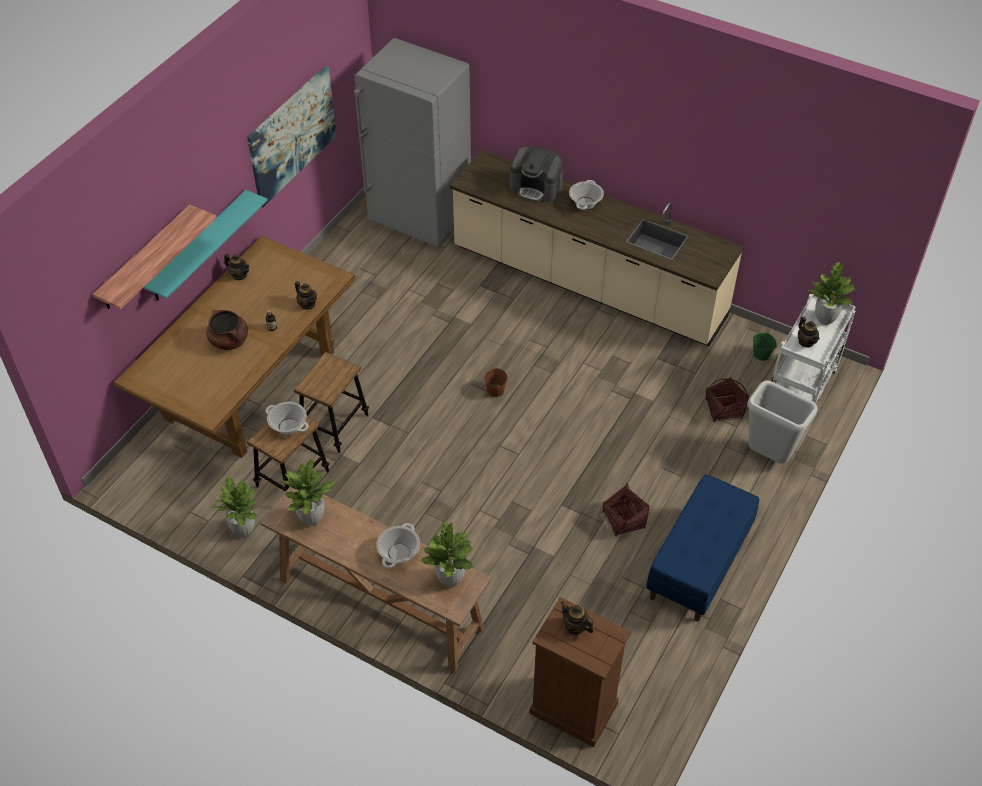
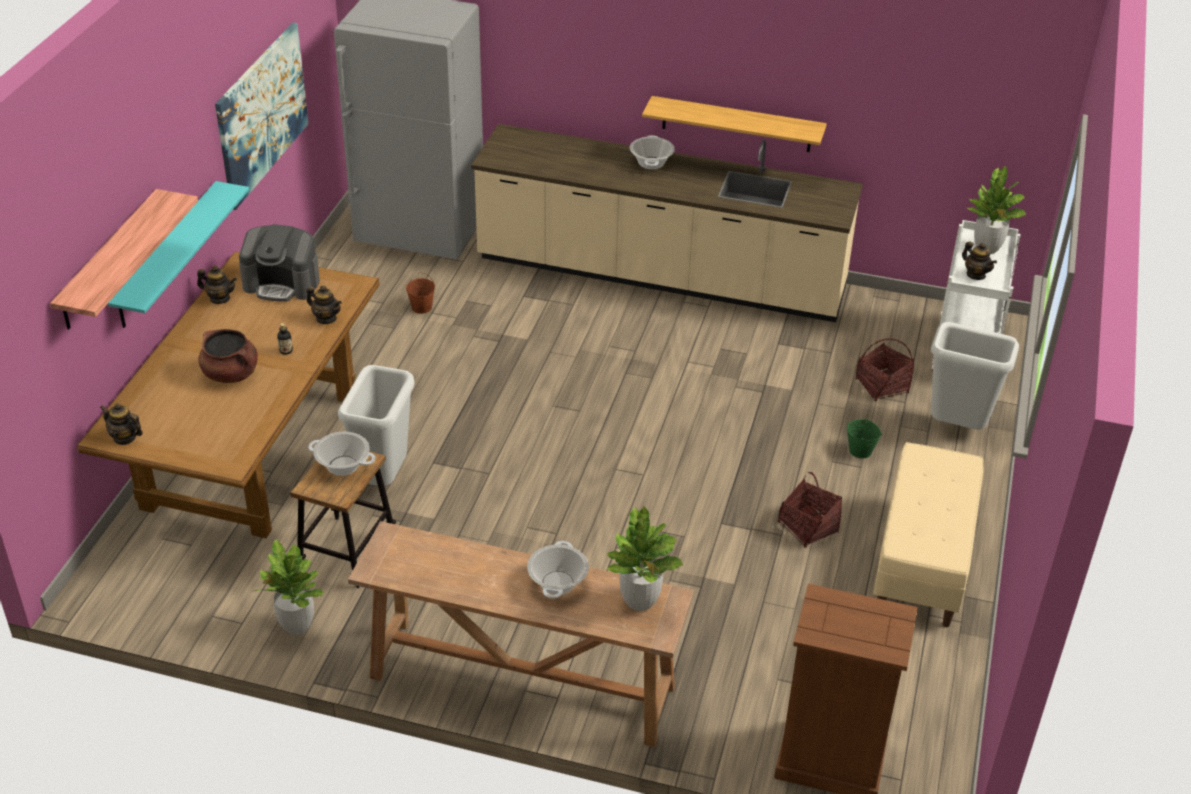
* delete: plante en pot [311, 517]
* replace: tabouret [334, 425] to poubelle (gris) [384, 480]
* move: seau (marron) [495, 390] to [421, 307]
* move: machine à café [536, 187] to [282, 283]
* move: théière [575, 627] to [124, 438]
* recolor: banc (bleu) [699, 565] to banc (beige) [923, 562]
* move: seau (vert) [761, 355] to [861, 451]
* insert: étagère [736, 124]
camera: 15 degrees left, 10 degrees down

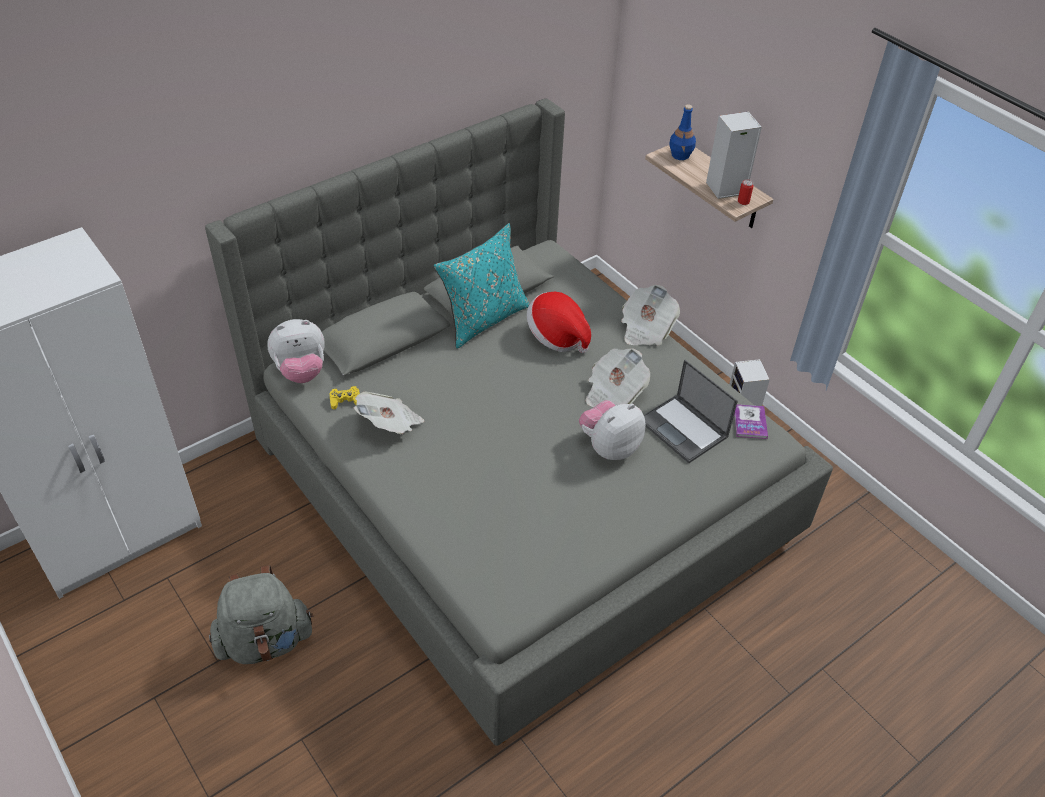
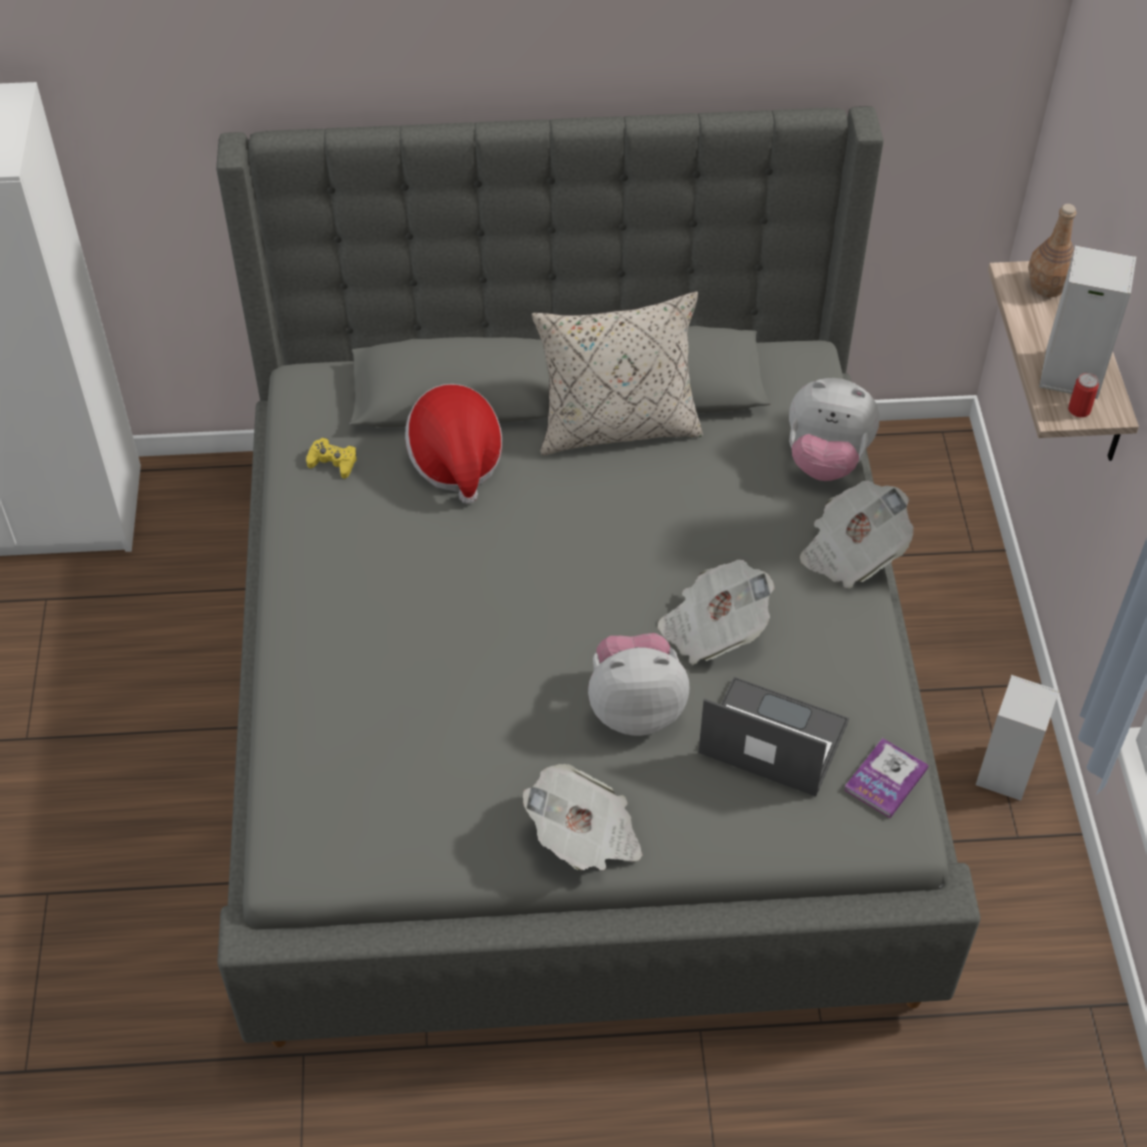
* delete: sac à dos (gris) [265, 641]
* move: peluche [301, 371] to [826, 460]
* move: journal [390, 424] to [585, 837]
* recolor: coussin (turquoise) [483, 319] to coussin (beige) [617, 427]
* move: chapeau [557, 336] to [456, 461]
* rotate: ordinateur portable [684, 429] = [771, 737] 120 degrees clockwise
* recolor: bouteille (bleu) [680, 155] to bouteille (marron) [1048, 286]
camera: 35 degrees right, 5 degrees up

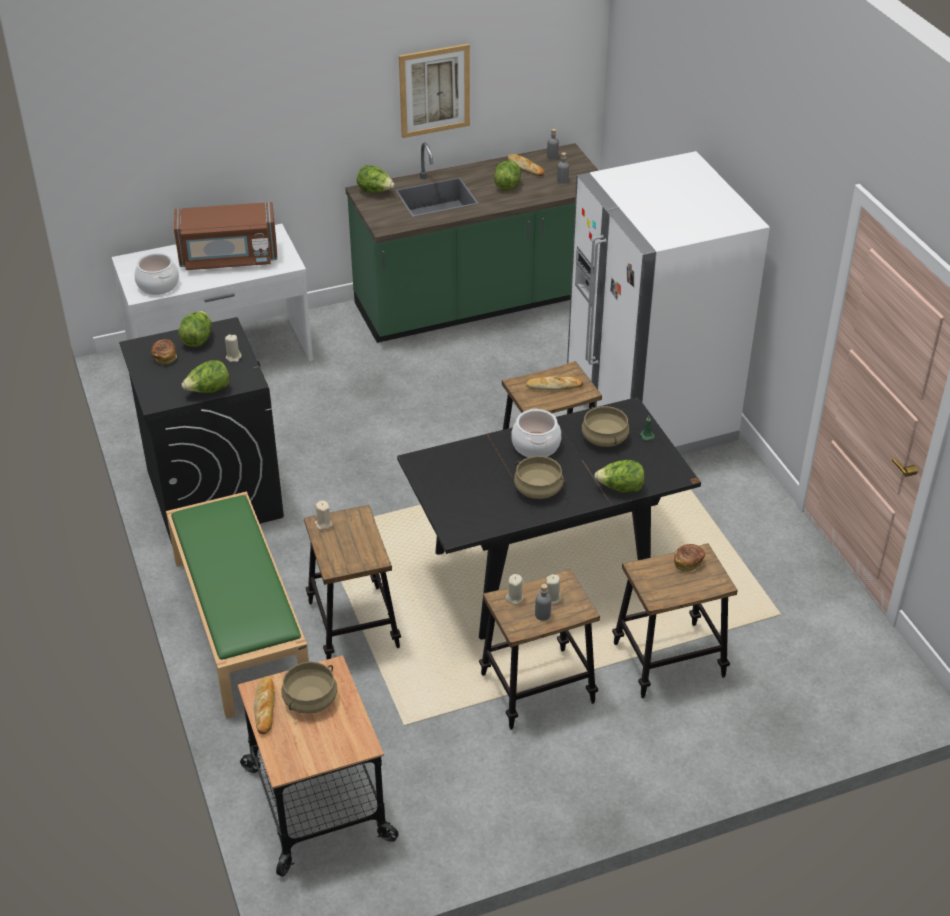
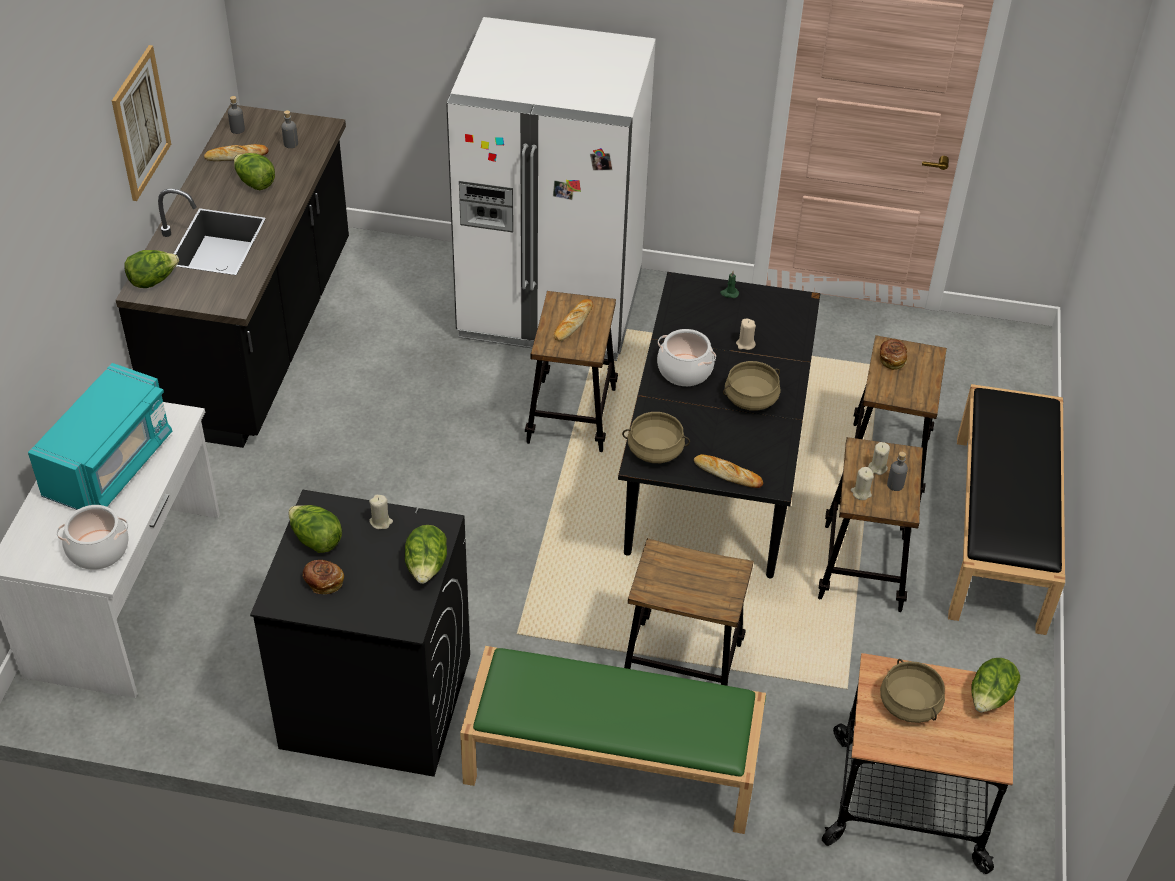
* recolor: micro-ondes (marron) [228, 258] to micro-ondes (turquoise) [110, 464]
* move: pain [265, 707] to [727, 474]
* move: bougie (beige) [323, 524] to [745, 344]
* recolor: comptoir de cuisine (vert) [479, 302] to comptoir de cuisine (noir) [258, 337]
* move: marmite (beige) [604, 438] to [655, 451]
* move: laitue [620, 488] to [990, 698]
* insert: banc (noir) [1000, 532]
camera: 60 degrees left, 5 degrees up

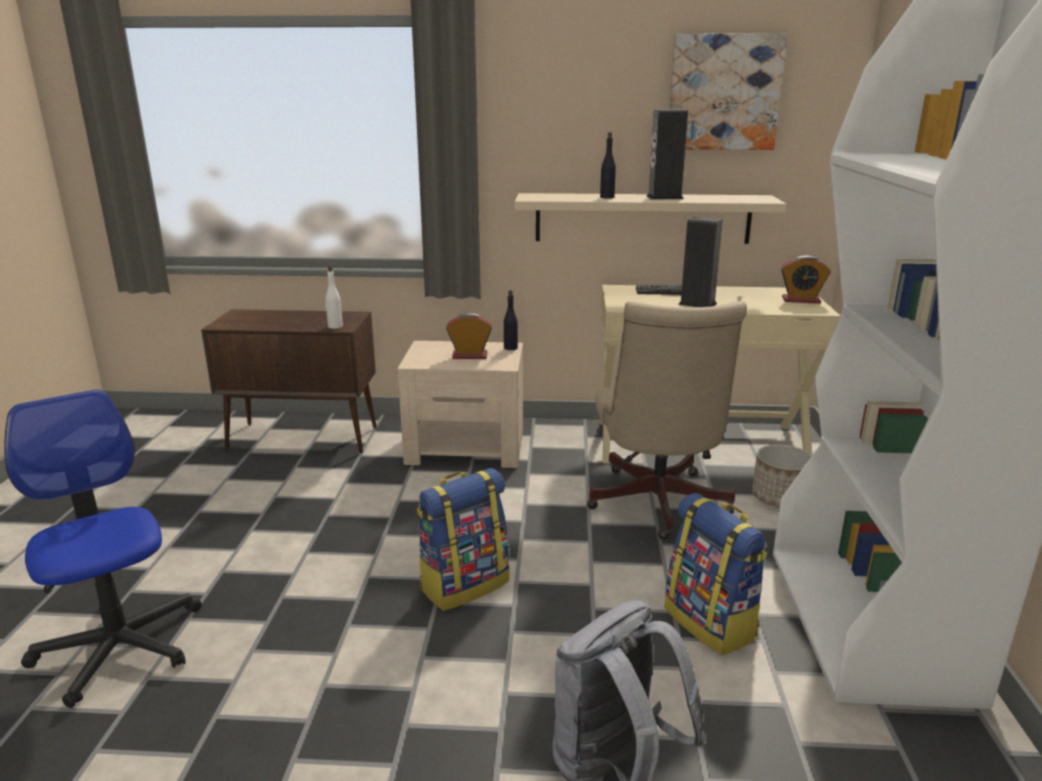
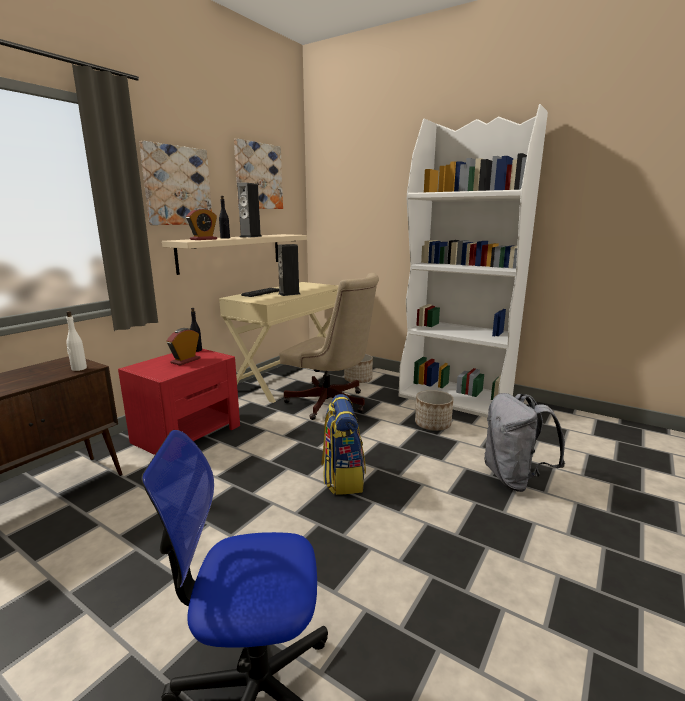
* recolor: table de chevet (beige) [466, 447] to table de chevet (rouge) [188, 433]
* replace: sac à dos [711, 623] to cache-pot [433, 424]
* move: réveil [801, 300] to [203, 239]
* insert: tableau [177, 186]
camera: 60 degrees left, 5 degrees down

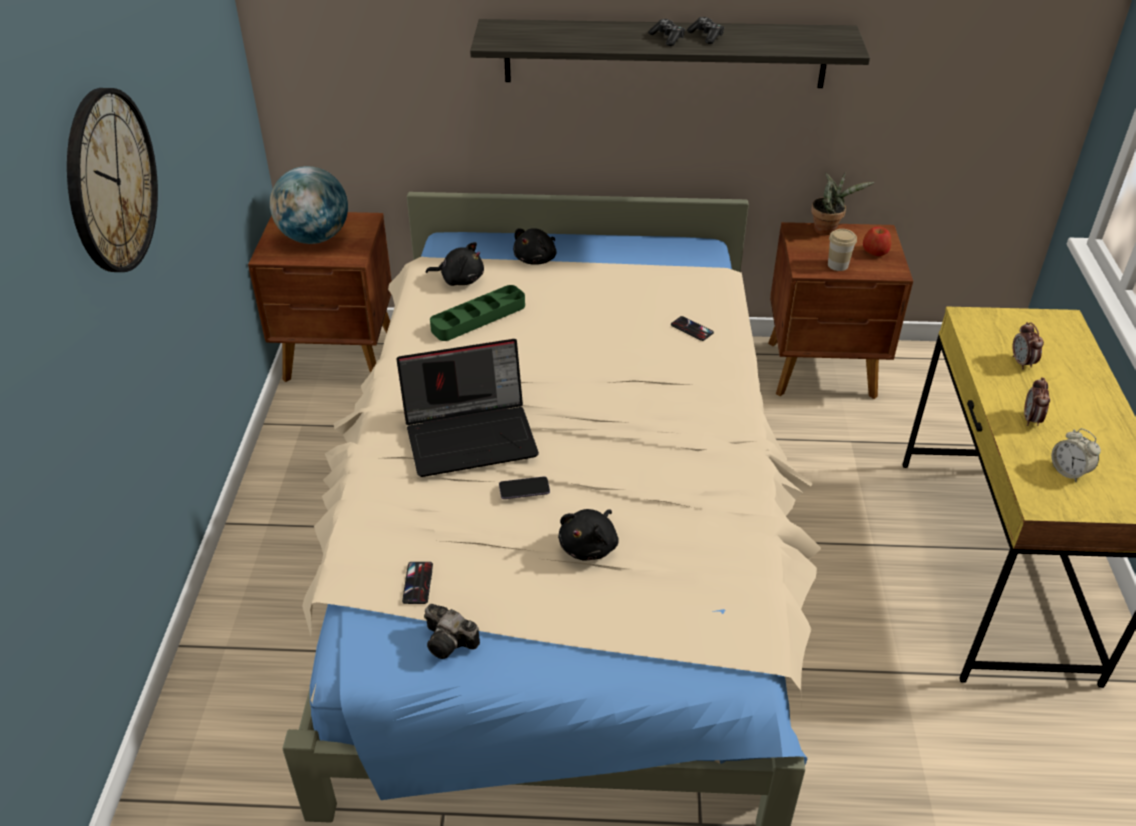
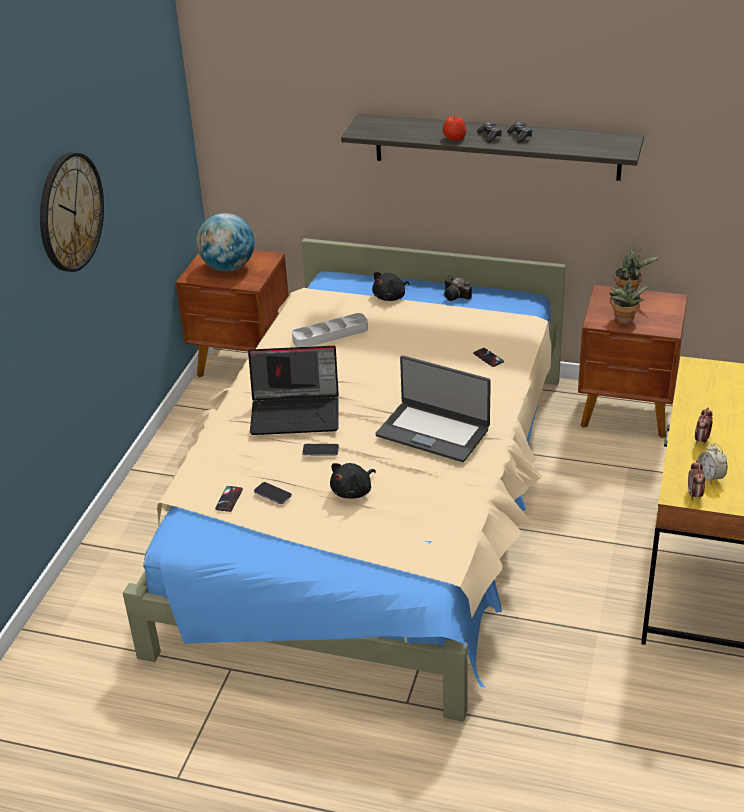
* move: appareil photo [451, 642] to [456, 296]
* delete: peluche (noir) [460, 279]
* recolor: plateau (vert) [478, 317] to plateau (gris) [330, 334]
* replace: tasse [837, 265] to plante en pot [624, 321]
* move: pomme [875, 251] to [454, 138]
* move: réveil [1022, 363] to [694, 495]
* insert: téléphone [272, 494]
* insert: ordinateur portable [433, 431]
camera: 15 degrees right, 5 degrees down

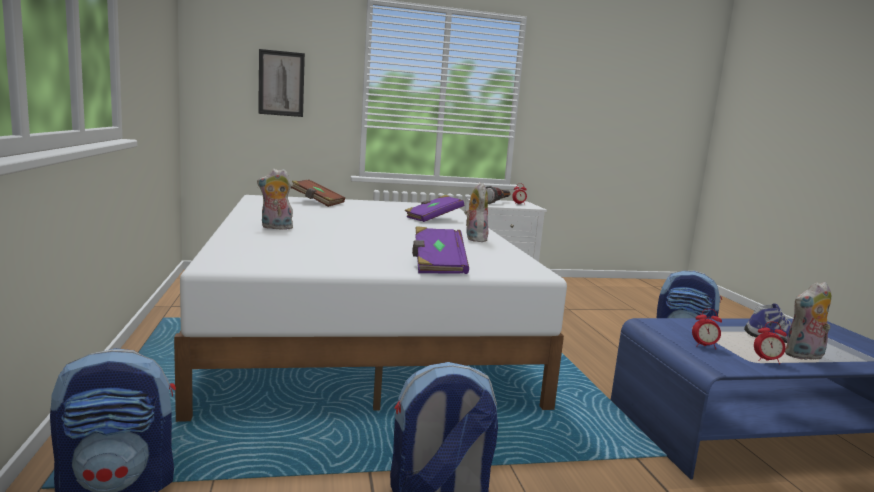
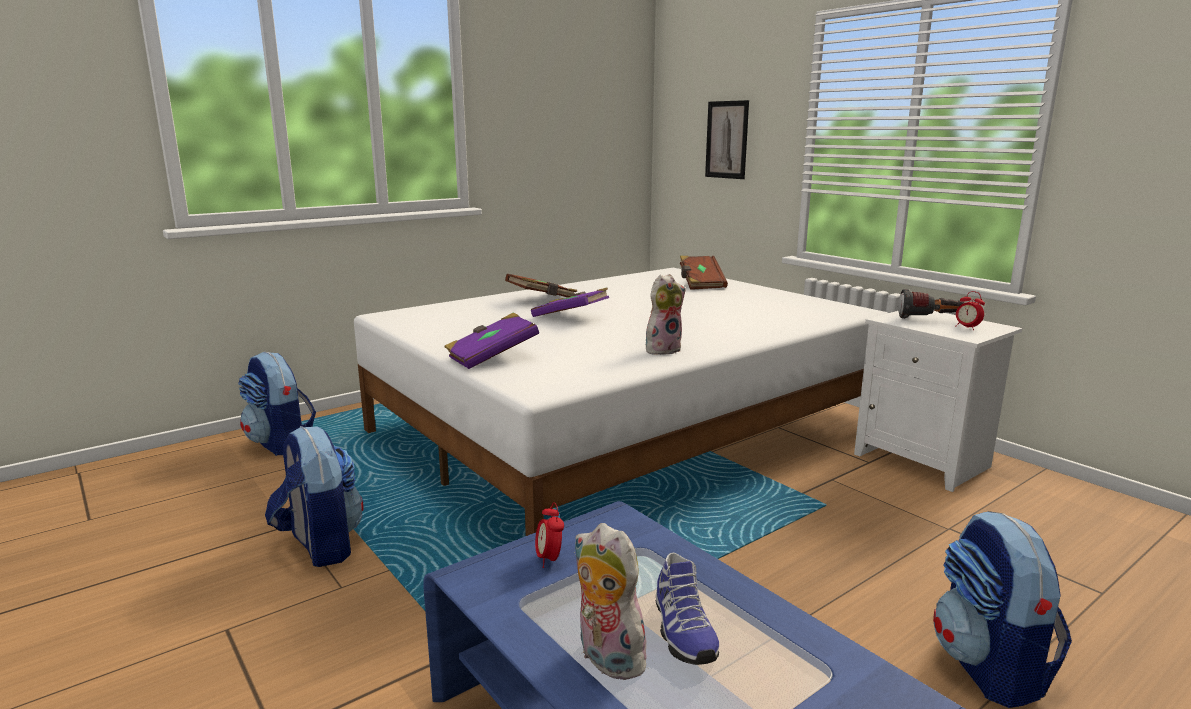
* replace: peluche [275, 228] to livre (marron) [542, 299]
* move: livre (violet) [433, 219] to [570, 317]
* delete: réveil [767, 360]
camera: 65 degrees right, 5 degrees up

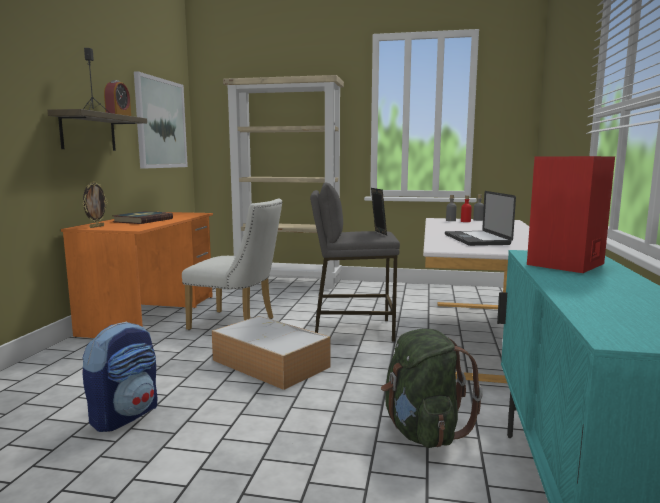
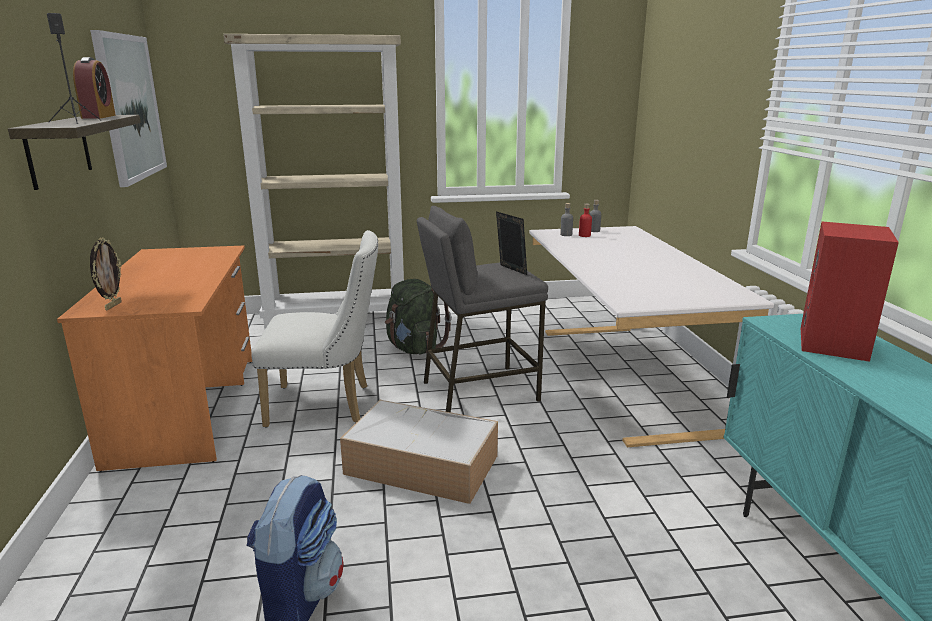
* delete: livre [143, 220]
* move: sac à dos (vert) [423, 431] to [414, 348]
* delete: ordinateur portable [476, 239]
camera: 20 degrees left, 10 degrees up

